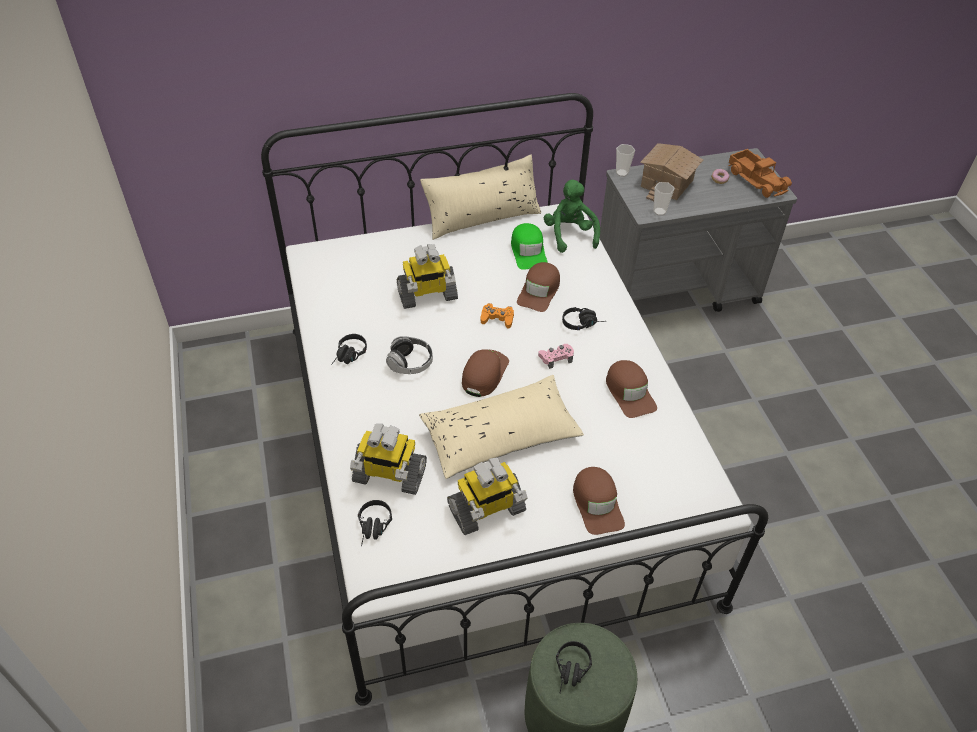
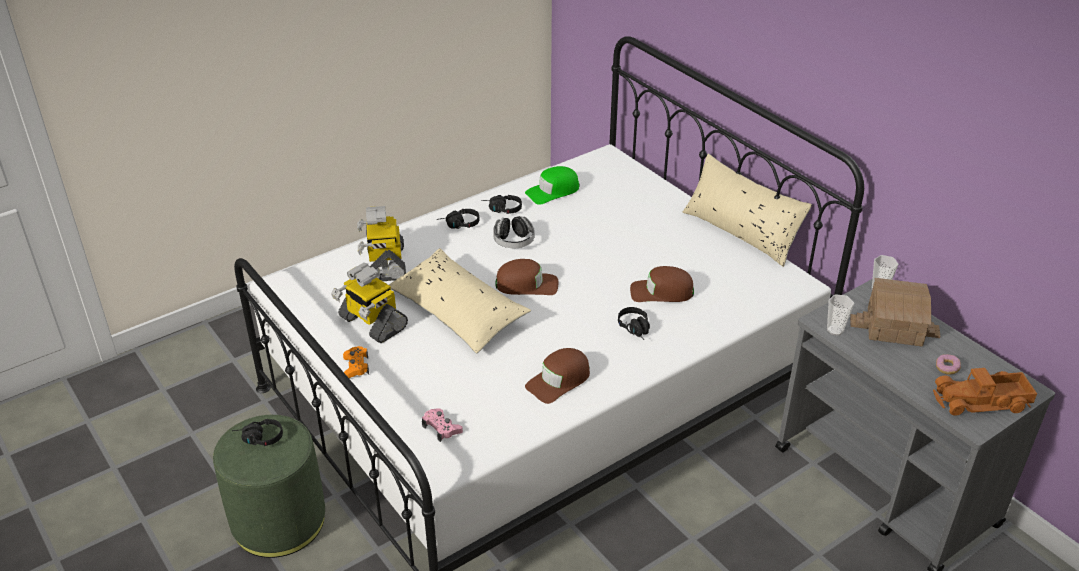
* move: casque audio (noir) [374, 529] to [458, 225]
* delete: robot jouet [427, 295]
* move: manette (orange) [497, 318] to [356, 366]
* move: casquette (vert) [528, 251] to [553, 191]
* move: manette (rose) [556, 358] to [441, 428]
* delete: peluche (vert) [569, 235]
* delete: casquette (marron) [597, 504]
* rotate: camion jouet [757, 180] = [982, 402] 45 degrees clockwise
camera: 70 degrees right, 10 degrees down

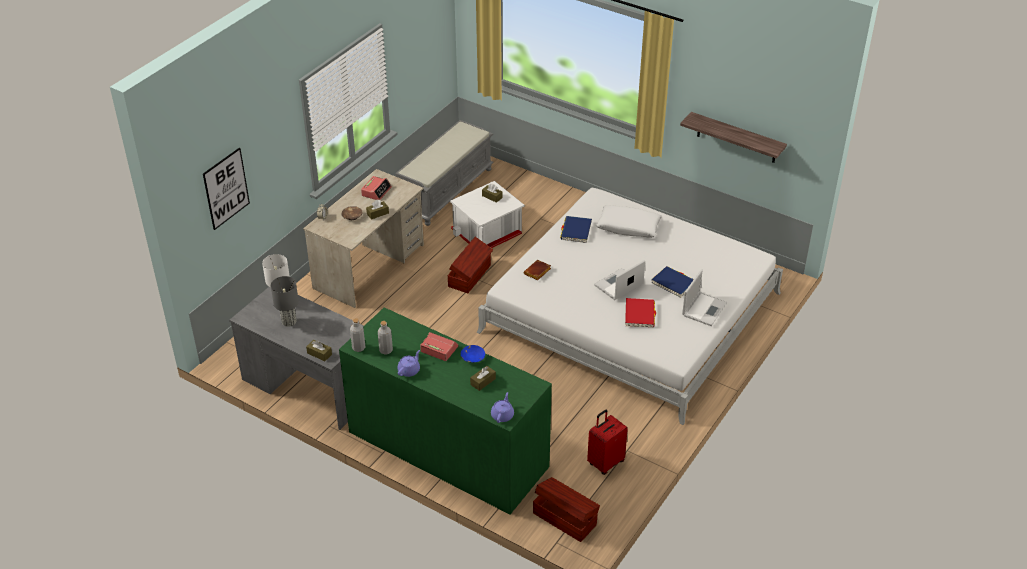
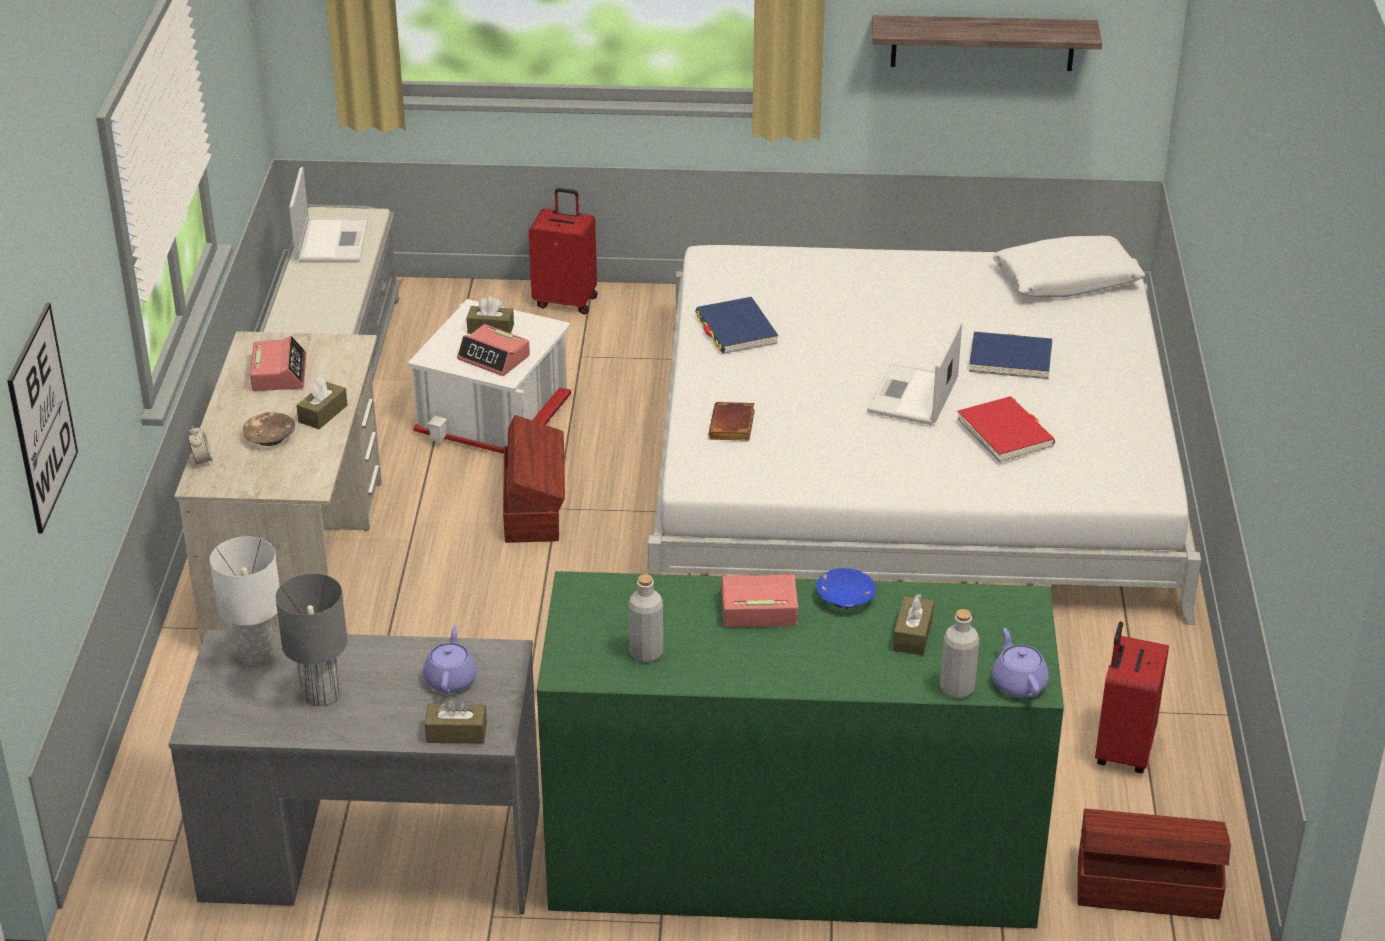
* move: bouteille (gris) [358, 348] to [957, 689]
* move: théière (violet) [409, 370] to [451, 679]
* move: coussin (blanc) [628, 227] to [1066, 280]
* move: ordinateur portable [704, 308] to [331, 241]
* insert: réveil [494, 358]
* insert: valise (rouge) [566, 301]
camera: 30 degrees left, 5 degrees down

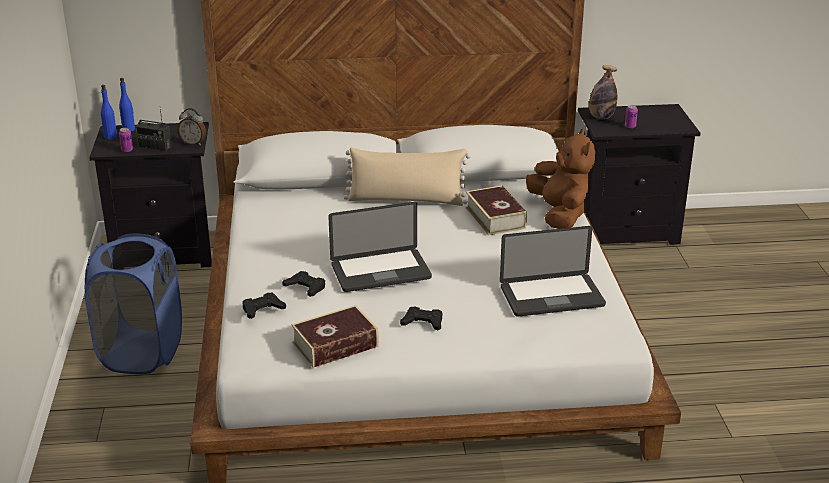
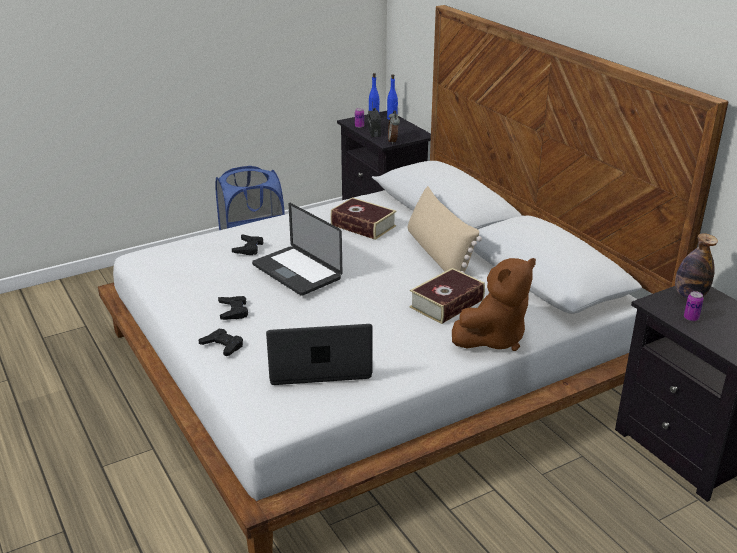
* move: manette (noir) [262, 309] to [223, 346]
* move: livre [335, 345] to [363, 225]
* rotate: ordinateur portable [552, 297] = [319, 366] 120 degrees clockwise
camera: 65 degrees right, 0 degrees up

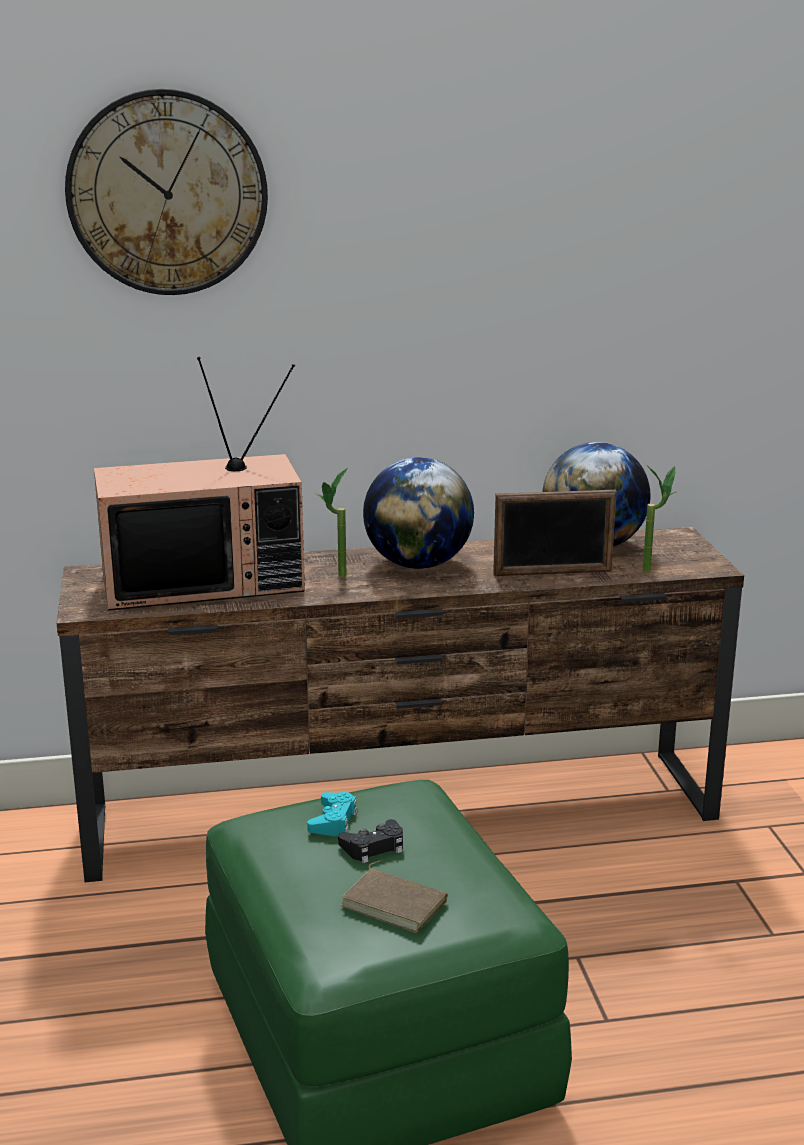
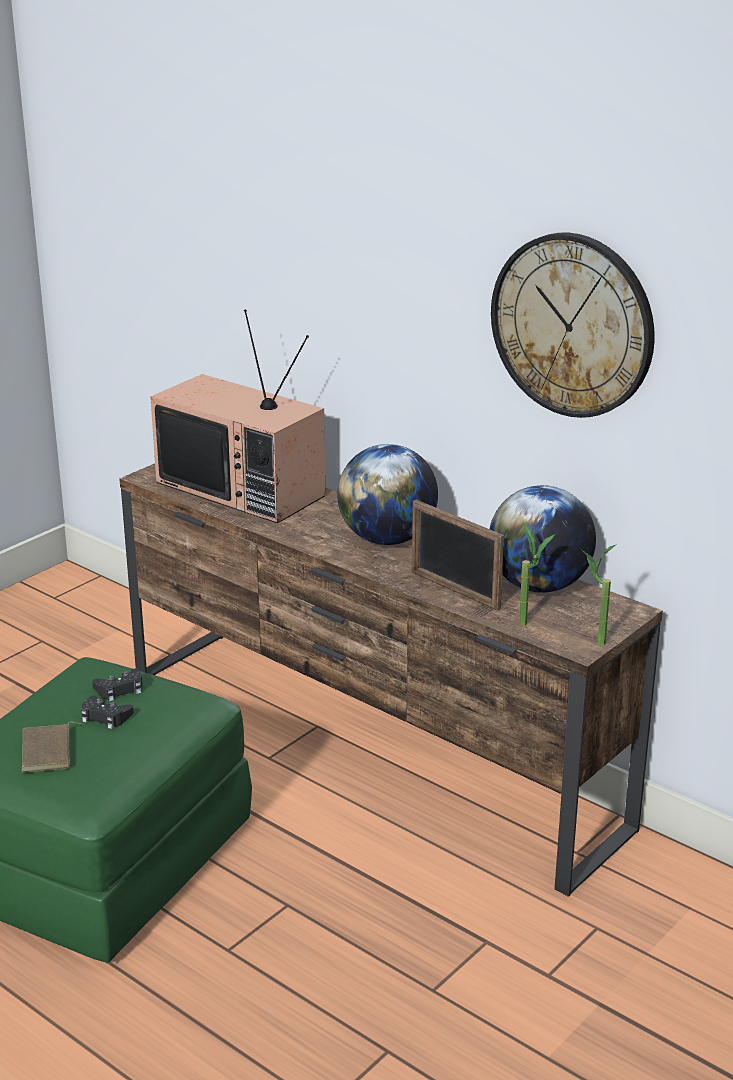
* move: horloge murale [167, 193] to [572, 325]
* recolor: manette (turquoise) [333, 821] to manette (noir) [120, 689]
* move: plante en pot [335, 578] to [592, 643]
camera: 50 degrees right, 5 degrees up

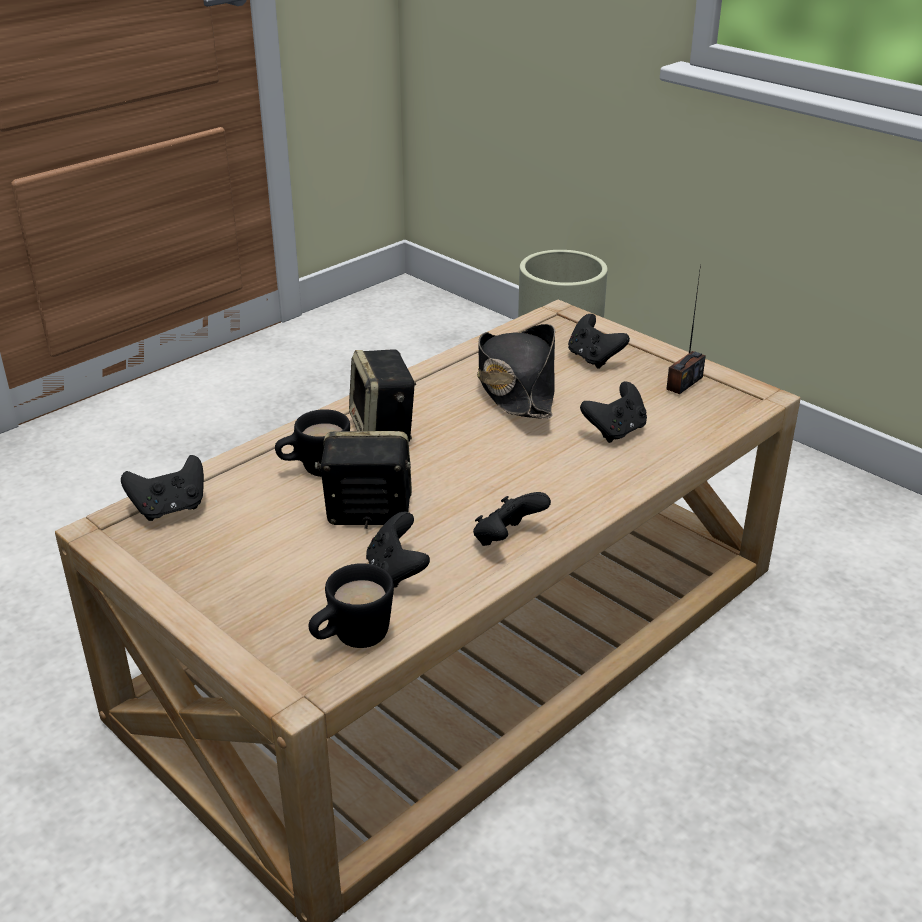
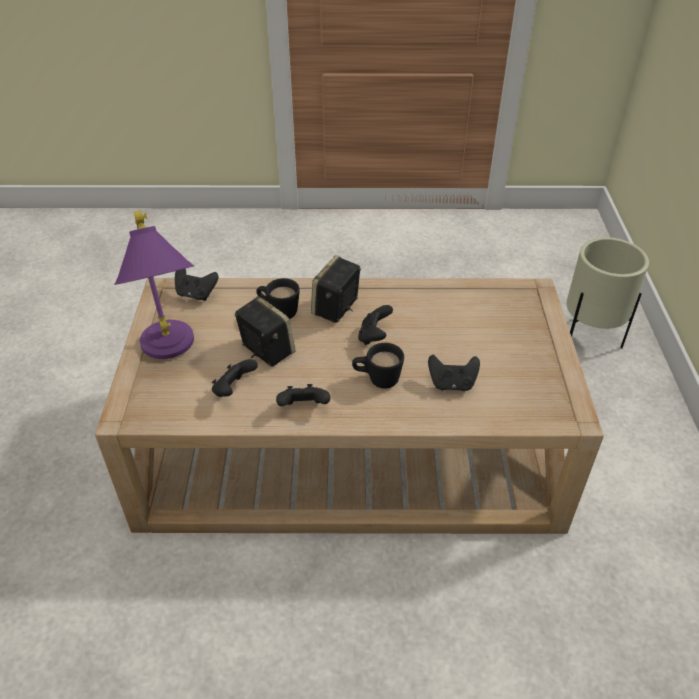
* move: mug (noir) [351, 639] to [377, 379]
* delete: chapeau (noir) [516, 386]
* move: manette (noir) [593, 359] to [374, 336]
* delete: radio [684, 383]
* insert: lampe de table (violet) [171, 354]
camera: 45 degrees right, 10 degrees up

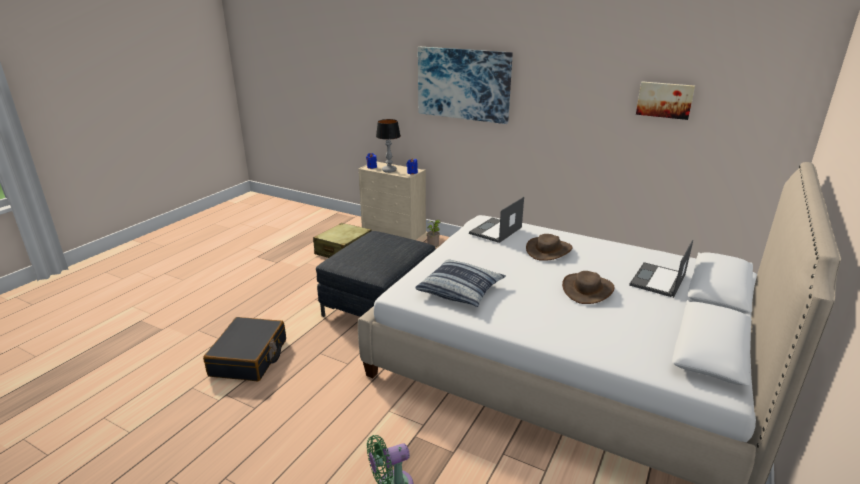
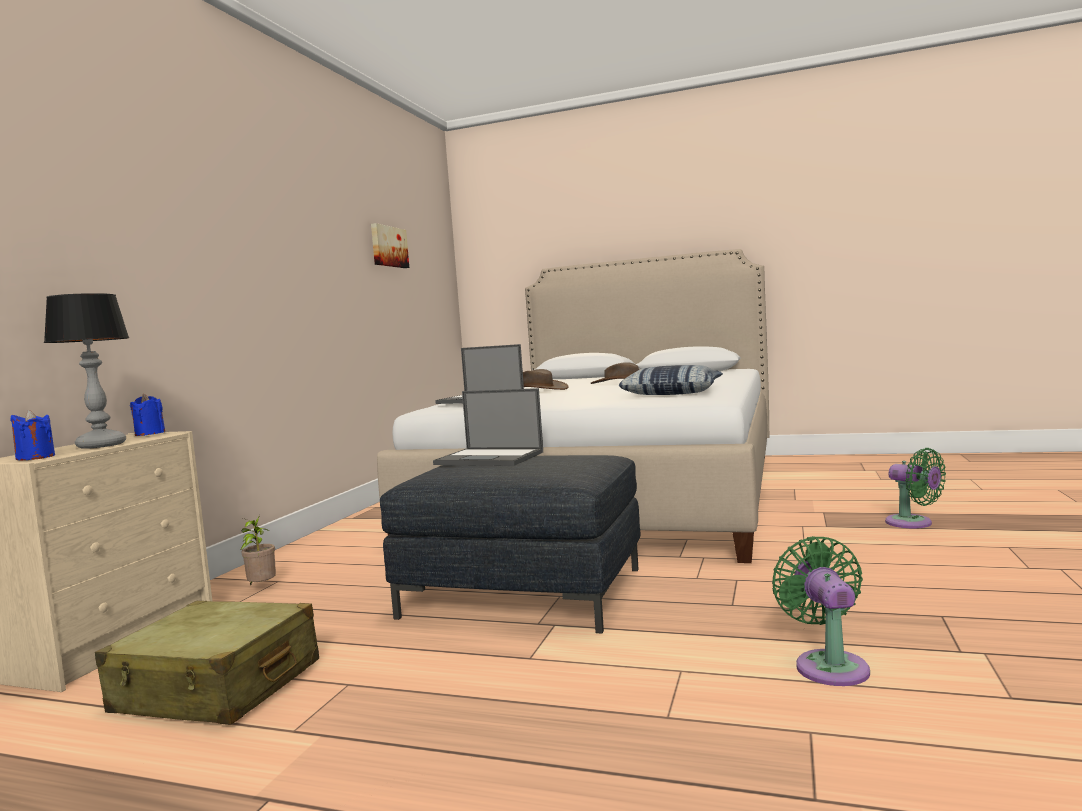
* replace: valise (noir) [249, 358] to ventilateur (vert) [829, 665]
* delete: tableau [463, 84]
* move: ordinateur portable [658, 280] to [491, 458]
camera: 100 degrees left, 20 degrees down

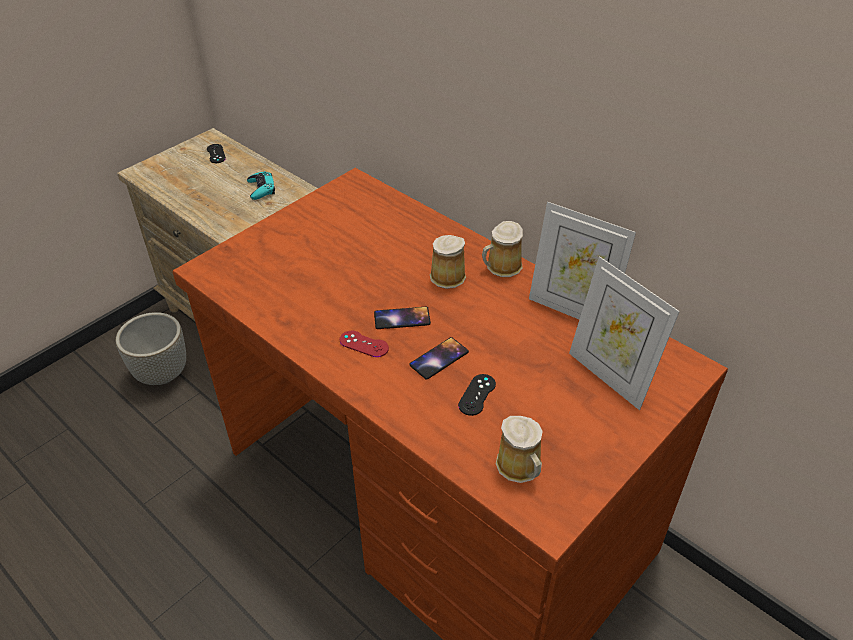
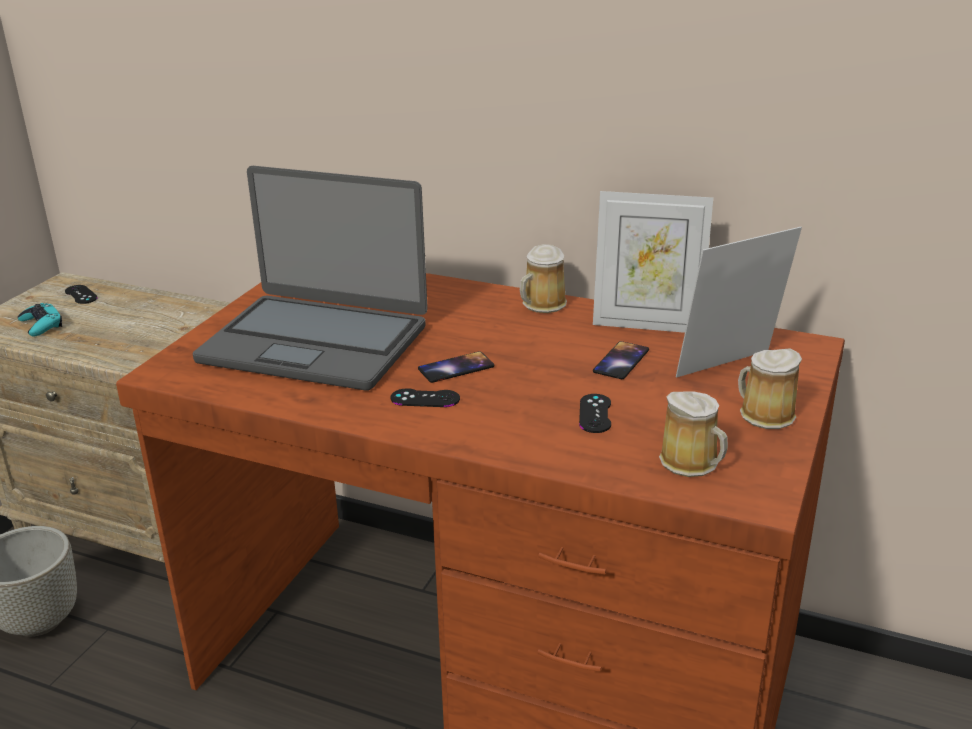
* move: manette (turquoise) [261, 189] to [41, 325]
* recolor: manette (rouge) [364, 344] to manette (noir) [425, 398]
* move: téléphone [439, 358] to [621, 361]
* move: mug [446, 276] to [763, 414]
* rotate: cadre photo [610, 376] = [730, 368] 120 degrees clockwise
* insert: ordinateur portable [315, 343]
camera: 20 degrees left, 15 degrees down

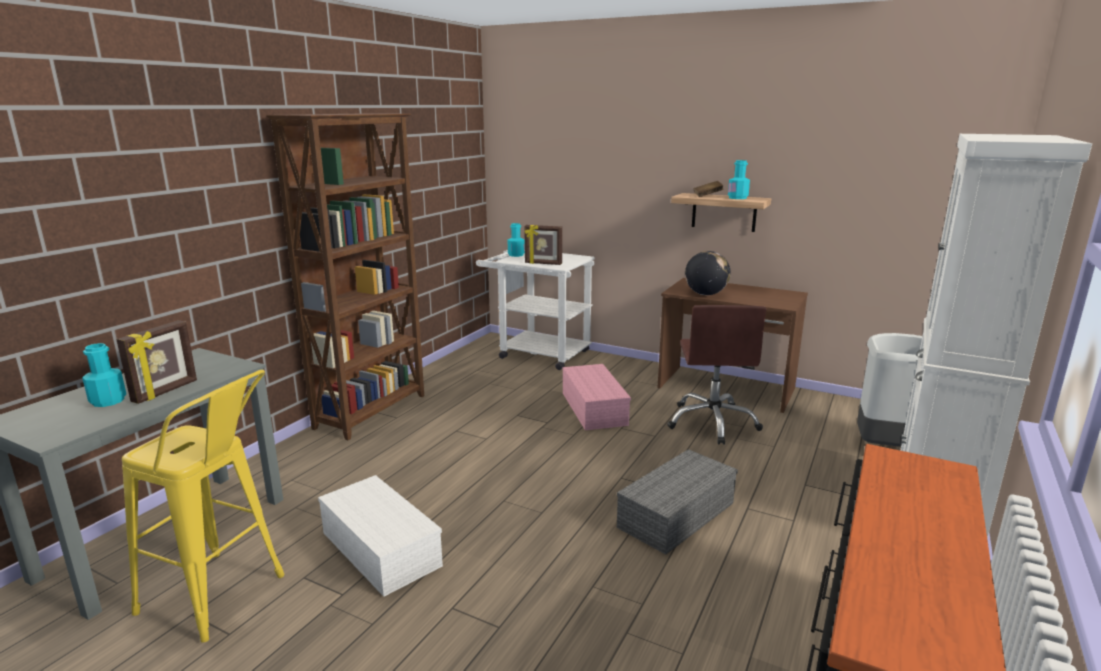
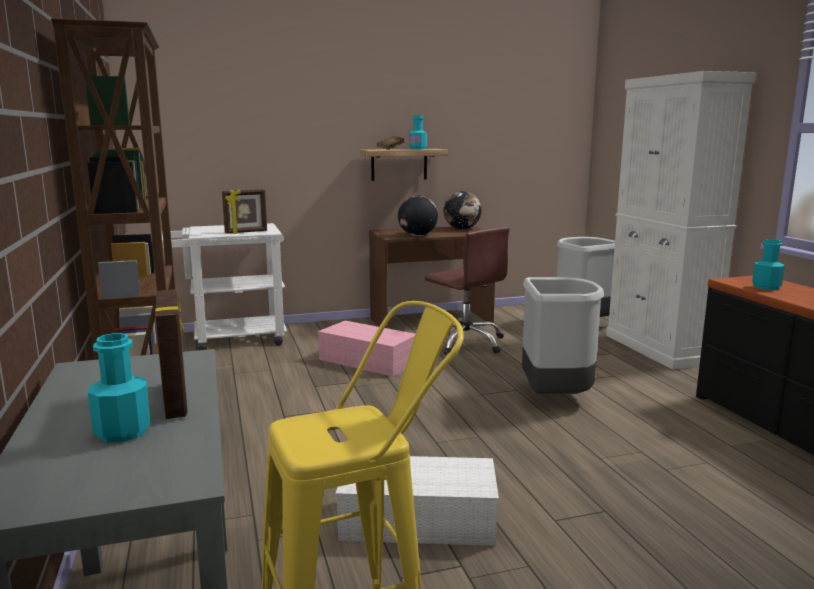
* move: bouteille (turquoise) [516, 255] to [766, 287]
* replace: boîte de rangement (gris) [676, 513] to poubelle (gris) [555, 399]
* insert: globe [462, 229]
camera: 45 degrees left, 5 degrees down

